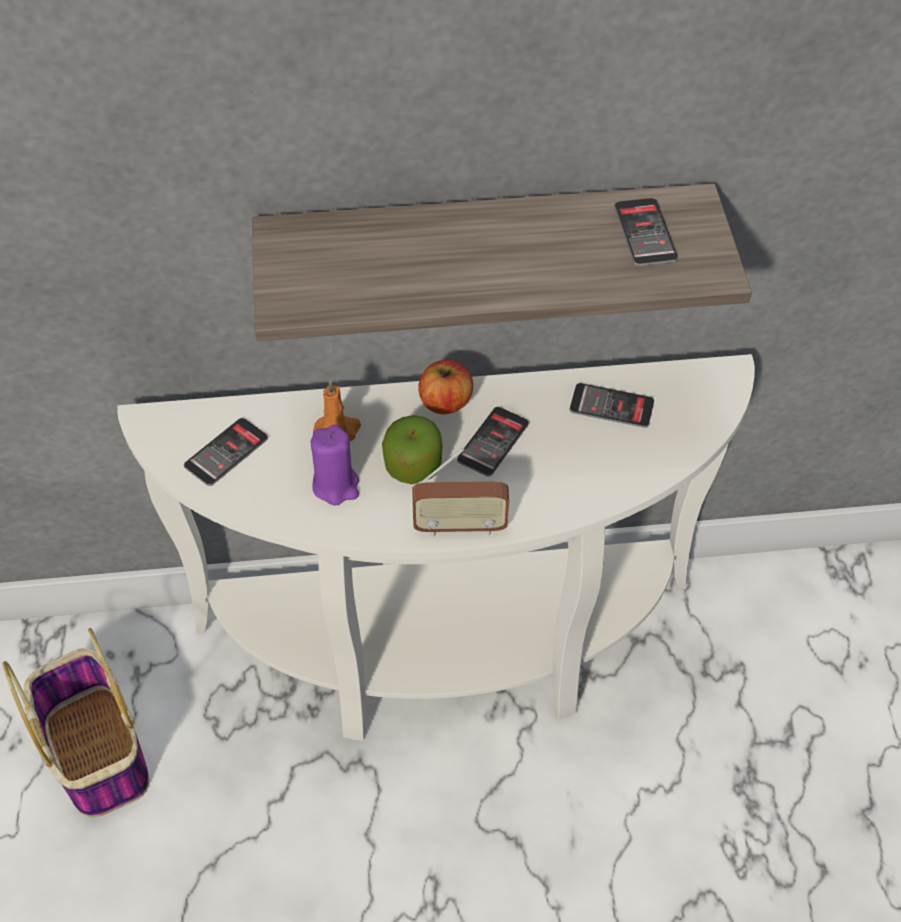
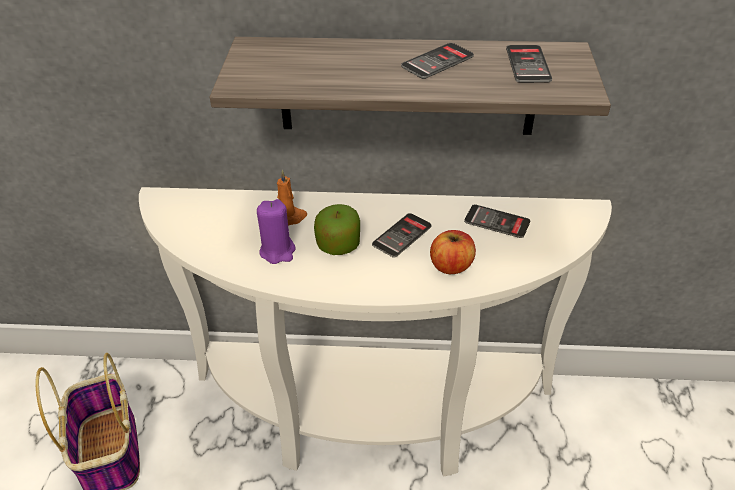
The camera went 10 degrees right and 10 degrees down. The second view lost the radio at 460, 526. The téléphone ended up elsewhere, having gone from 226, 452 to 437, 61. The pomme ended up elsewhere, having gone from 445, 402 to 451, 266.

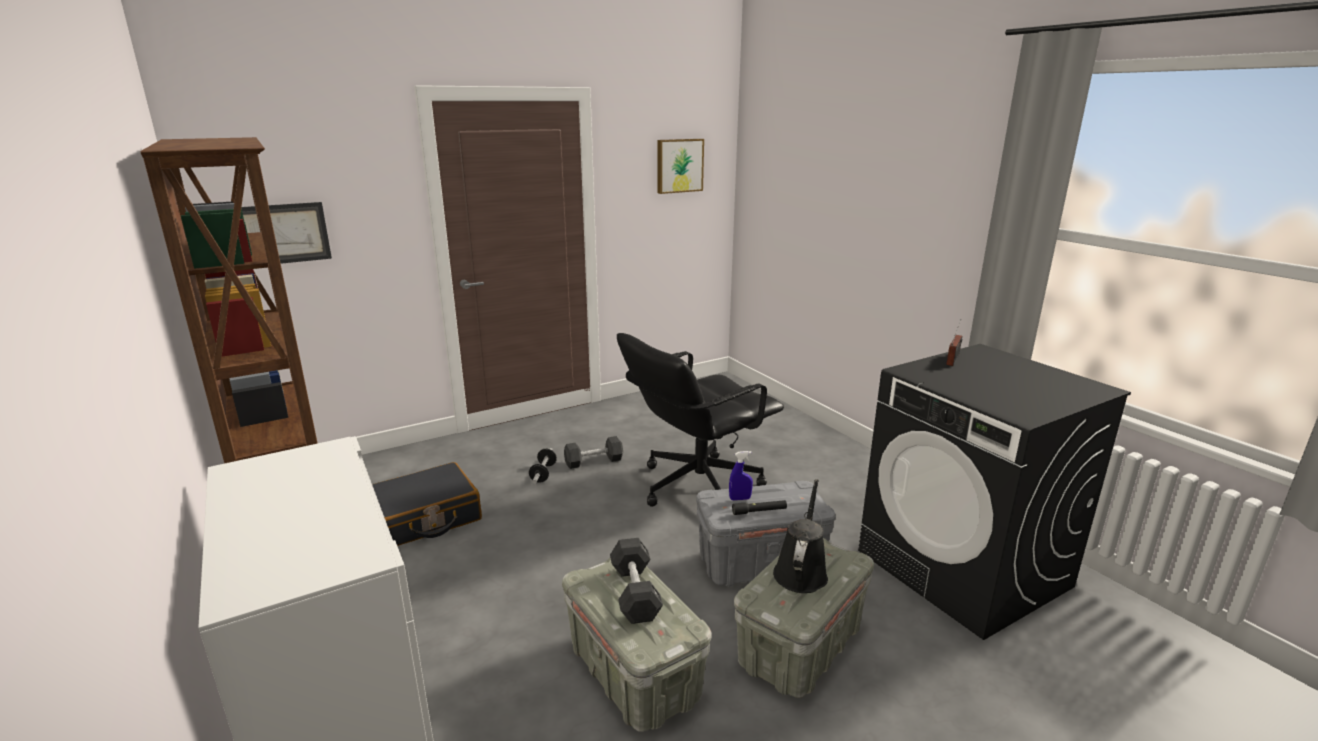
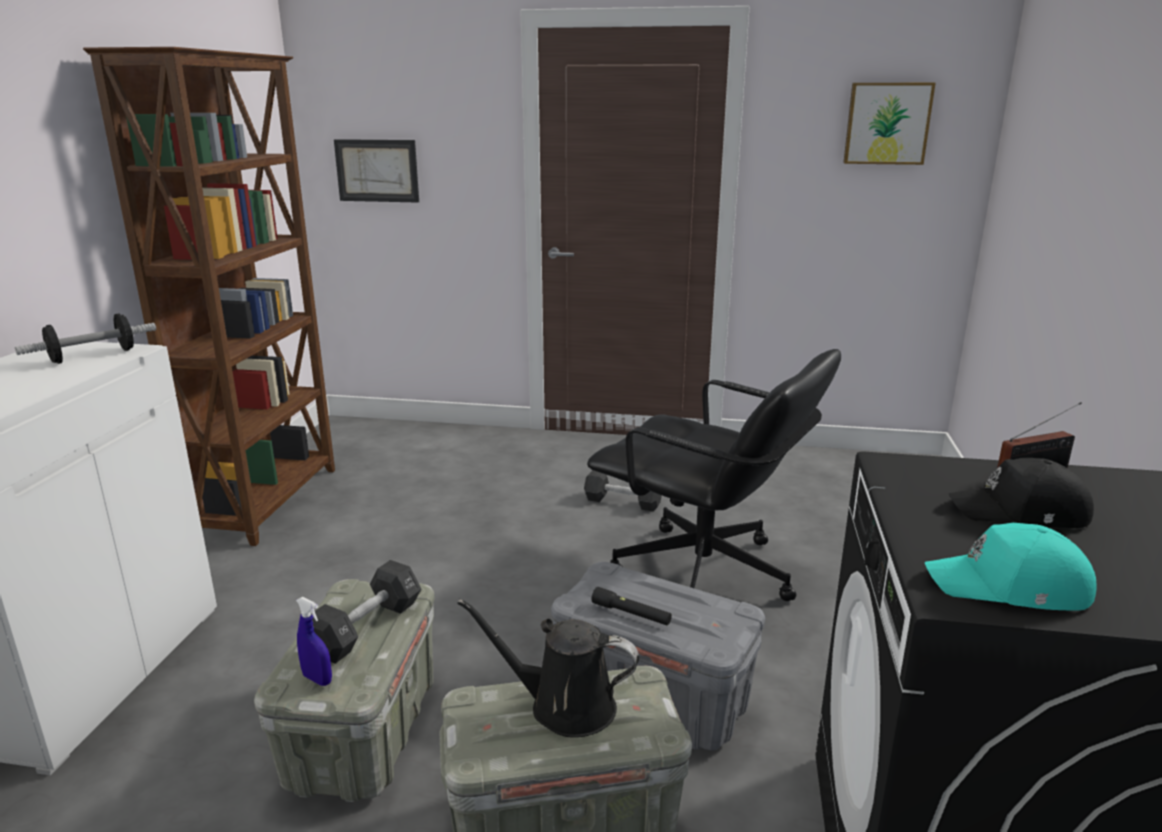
The camera went 40 degrees right and 0 degrees up. The second view lost the valise (noir) at 425, 518. The second view gained the casquette (turquoise) at 1010, 588. The second view gained the casquette (noir) at 1021, 513. The haltère ended up elsewhere, having gone from 543, 473 to 93, 356. The vaporisateur (bleu) ended up elsewhere, having gone from 740, 499 to 317, 679. The chaise de bureau (noir) at 697, 485 ended up facing another way, 150 degrees counterclockwise from before. The arrosoir (noir) at 801, 571 ended up facing another way, 135 degrees counterclockwise from before.

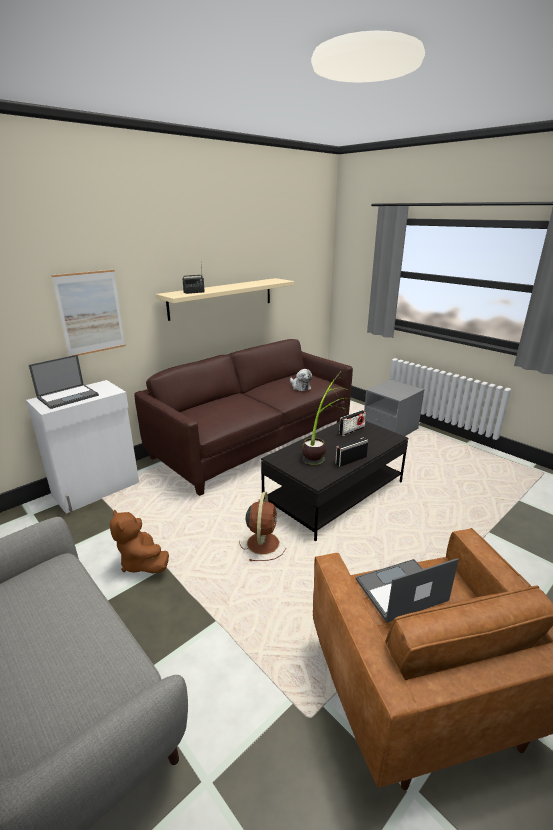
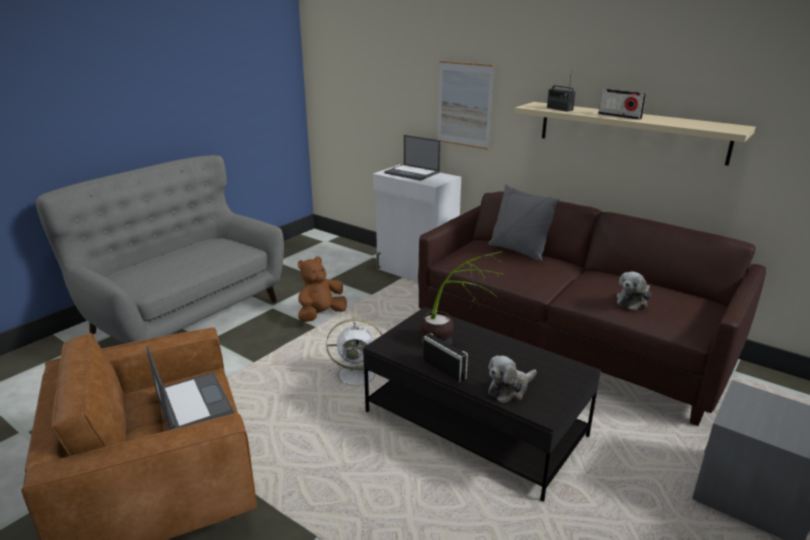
The camera went 80 degrees right and 0 degrees up. The second view gained the coussin (gris) at 518, 251. The second view gained the peluche at 509, 389. The radio ended up elsewhere, having gone from 352, 430 to 619, 116. What was the ventilateur (marron) at 263, 542 turned into the ventilateur (blanc) at 358, 375.

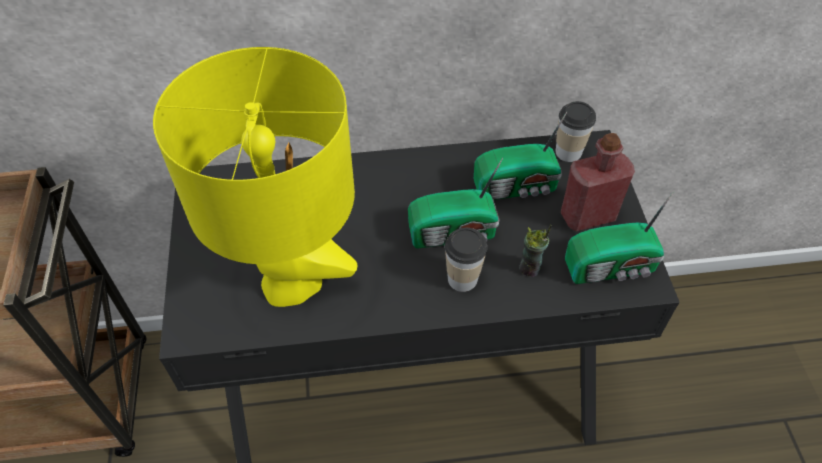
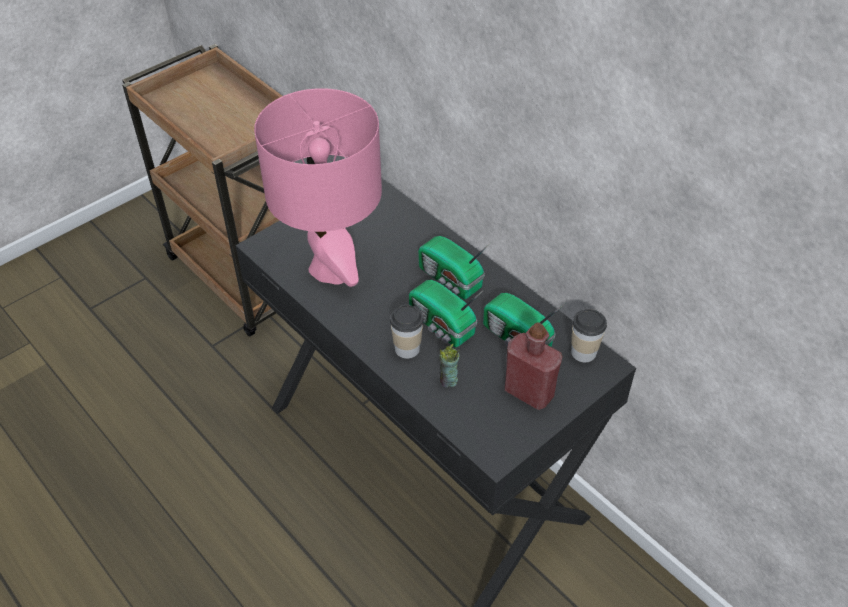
The camera went 55 degrees right and 5 degrees down. The radio ended up elsewhere, having gone from 612, 267 to 450, 280. What was the lampe de table (jaune) at 292, 283 turned into the lampe de table (rose) at 331, 269.

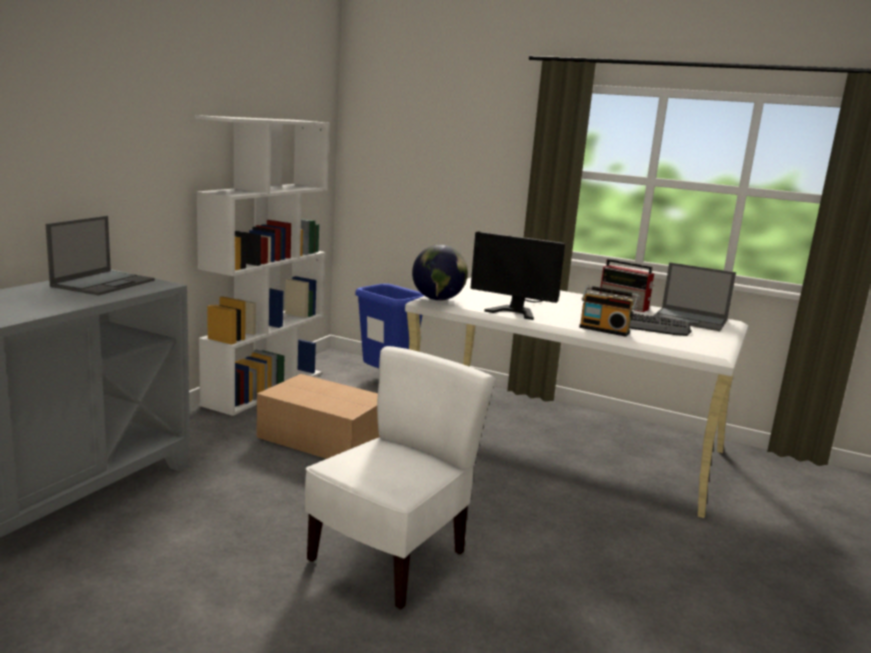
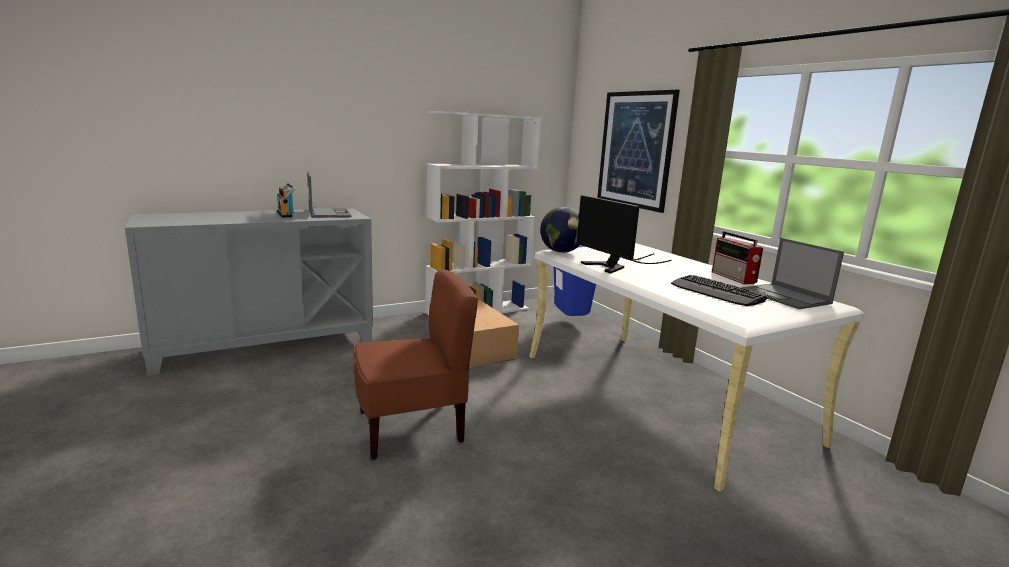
The camera went 35 degrees right and 0 degrees up. The second view gained the tableau at 635, 149. The radio ended up elsewhere, having gone from 605, 330 to 286, 214. What was the chaise (blanc) at 390, 558 turned into the chaise (marron) at 411, 428. The ordinateur portable at 104, 283 ended up facing another way, 75 degrees counterclockwise from before.

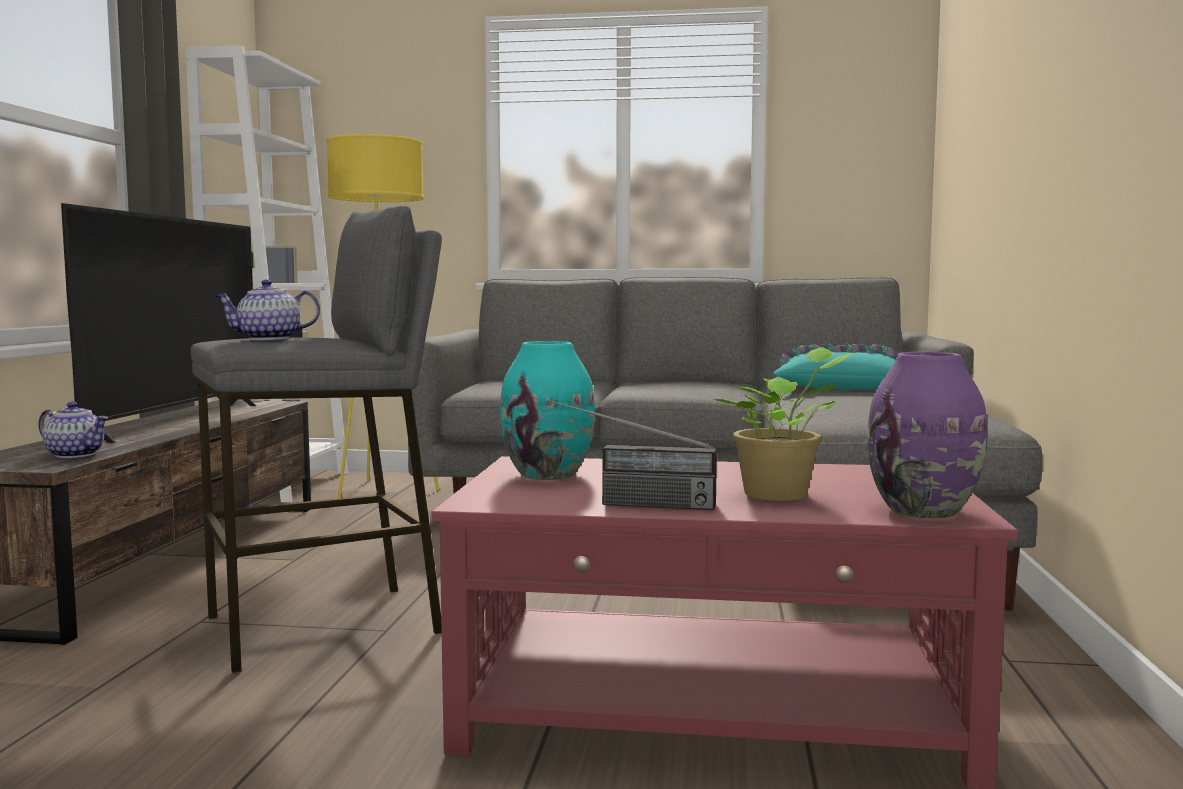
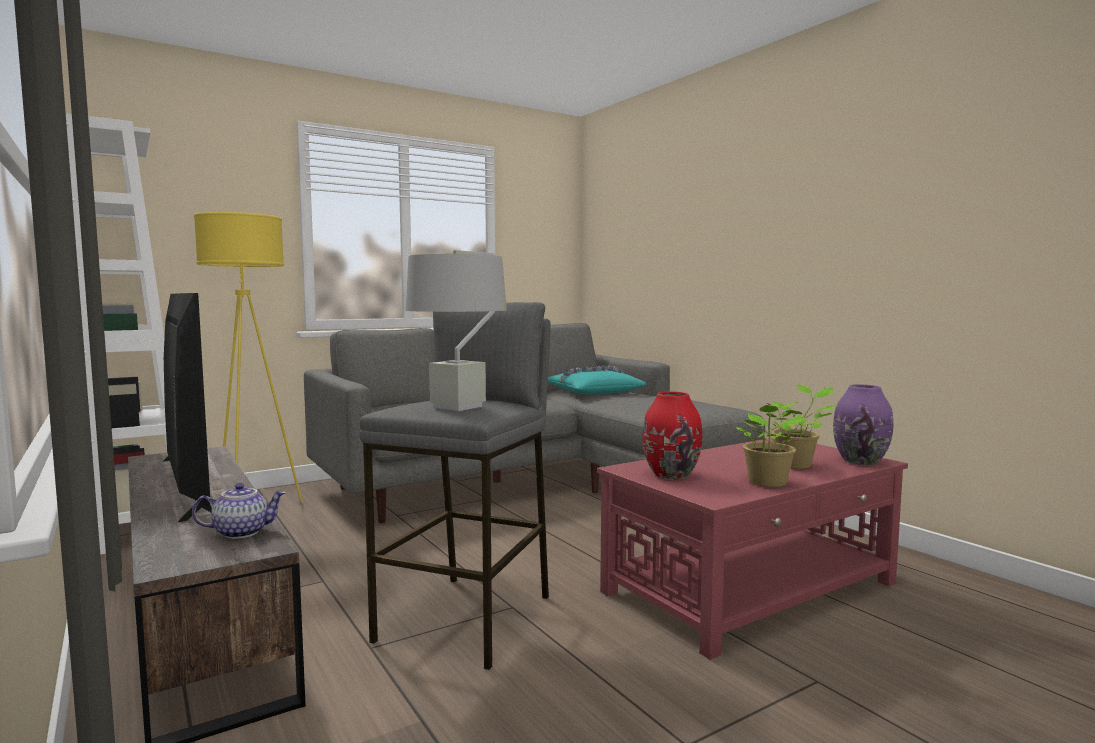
The camera went 40 degrees left and 0 degrees up. Where the théière stood at 268, 339, the lampe de table (gris) came to stand at 458, 407. Where the radio stood at 628, 503, the plante en pot came to stand at 767, 483. What was the vase (turquoise) at 548, 475 turned into the vase (rouge) at 671, 474.

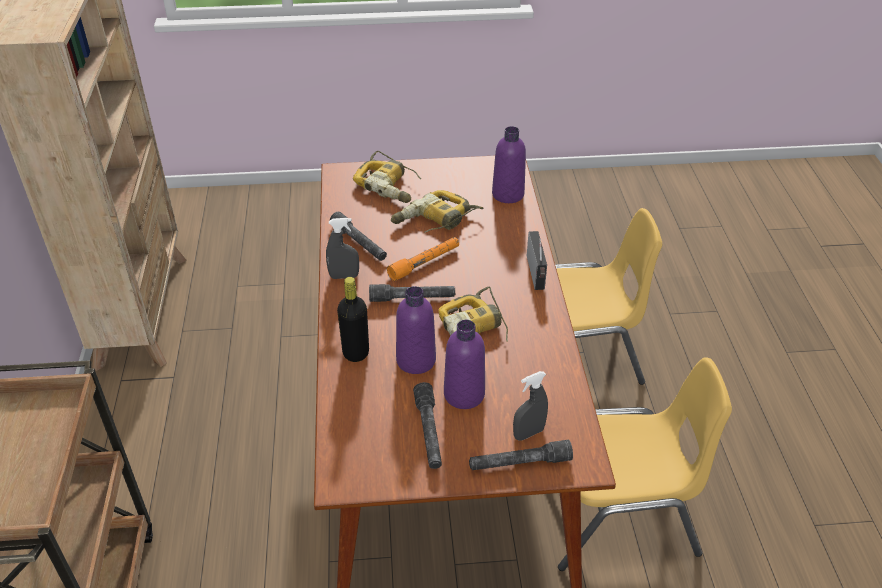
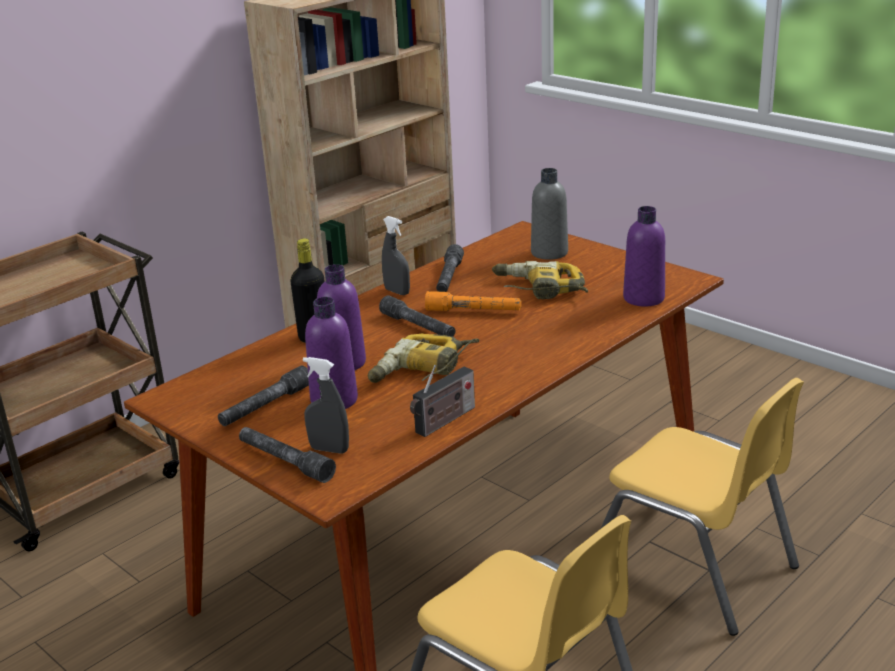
The camera went 50 degrees right and 15 degrees down. The radio ended up elsewhere, having gone from 536, 274 to 443, 422. Where the perceuse stood at 390, 185, the bouteille (gris) came to stand at 549, 253.

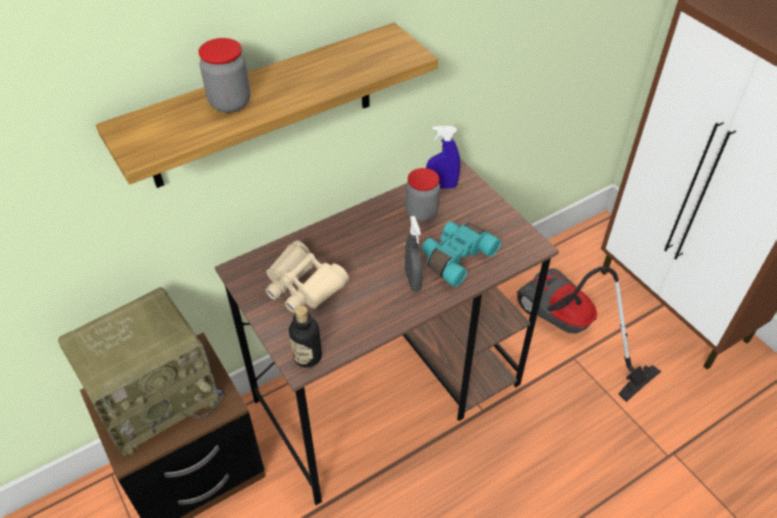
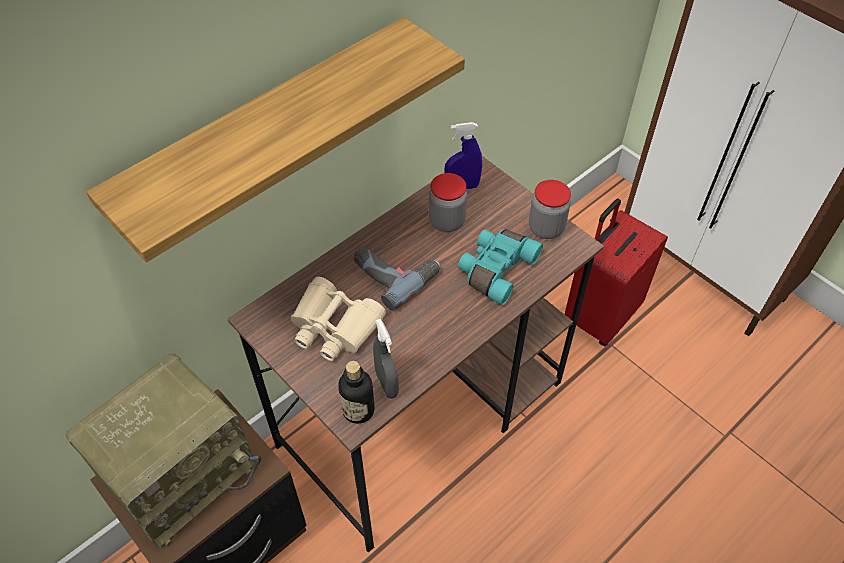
The camera went 10 degrees left and 5 degrees up. The second view gained the perceuse at 394, 273. The bocal ended up elsewhere, having gone from 230, 103 to 546, 228. The vaporisateur (gris) ended up elsewhere, having gone from 413, 281 to 386, 384. Where the aspirateur stood at 568, 331, the valise (rouge) came to stand at 600, 315.

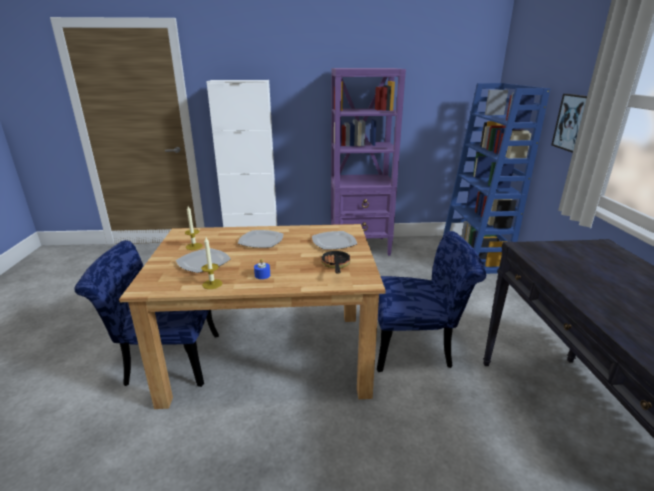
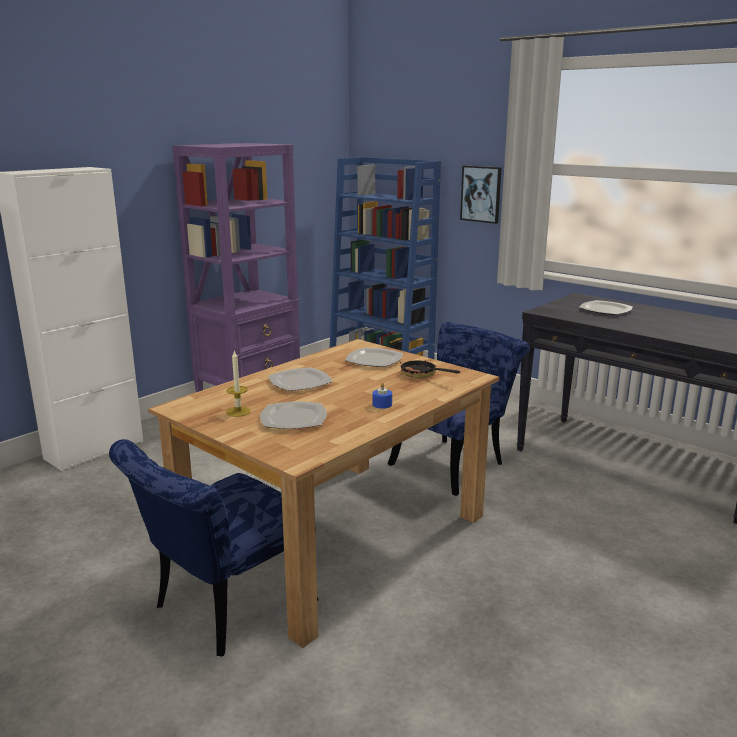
The camera went 45 degrees left and 5 degrees down. The second view lost the bougie at 212, 284. The second view gained the assiette at 605, 310.

